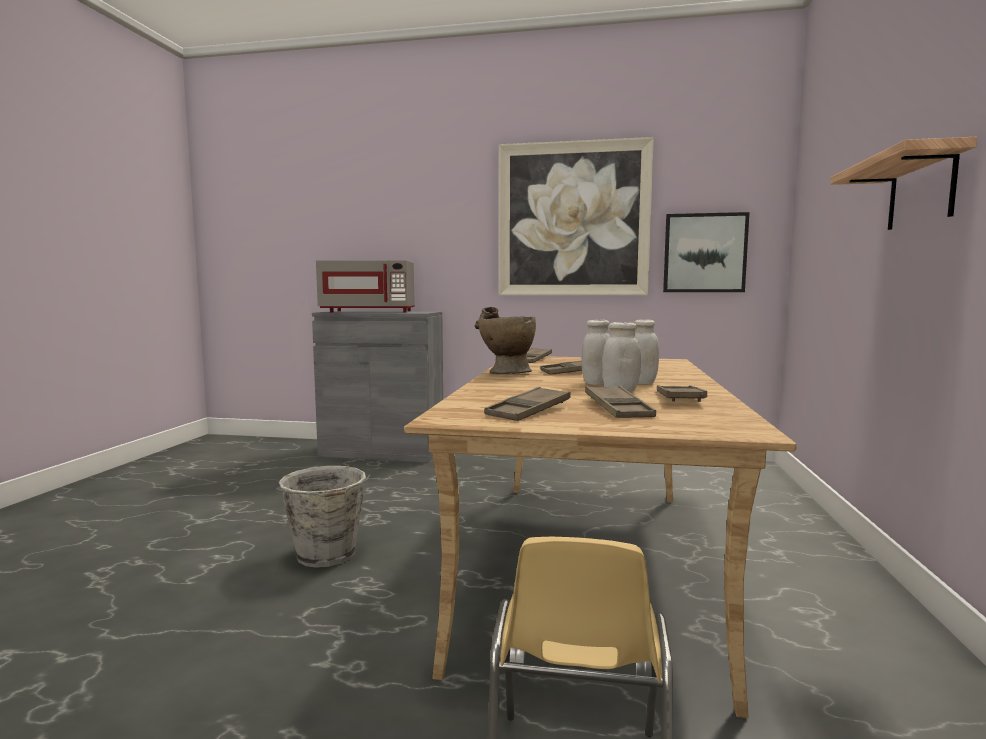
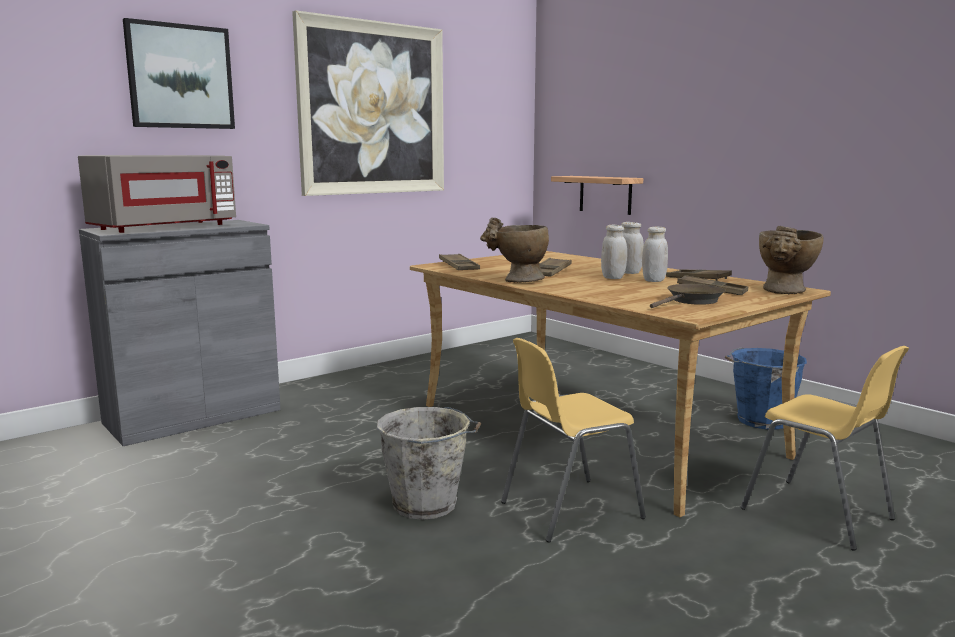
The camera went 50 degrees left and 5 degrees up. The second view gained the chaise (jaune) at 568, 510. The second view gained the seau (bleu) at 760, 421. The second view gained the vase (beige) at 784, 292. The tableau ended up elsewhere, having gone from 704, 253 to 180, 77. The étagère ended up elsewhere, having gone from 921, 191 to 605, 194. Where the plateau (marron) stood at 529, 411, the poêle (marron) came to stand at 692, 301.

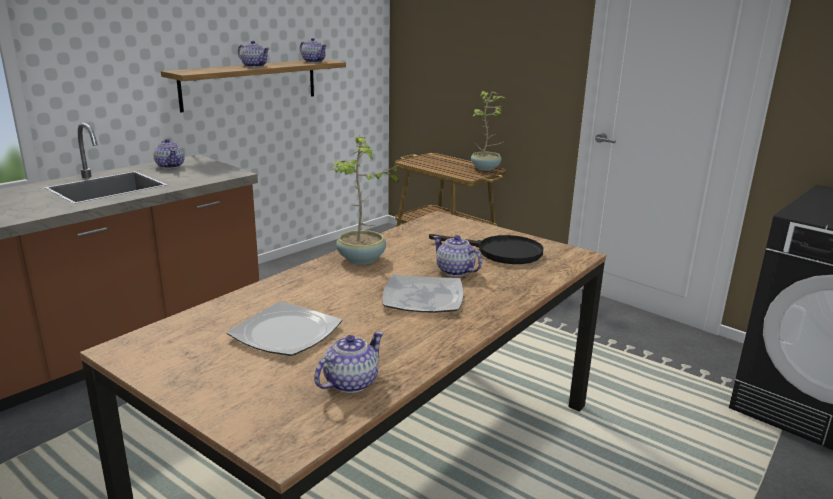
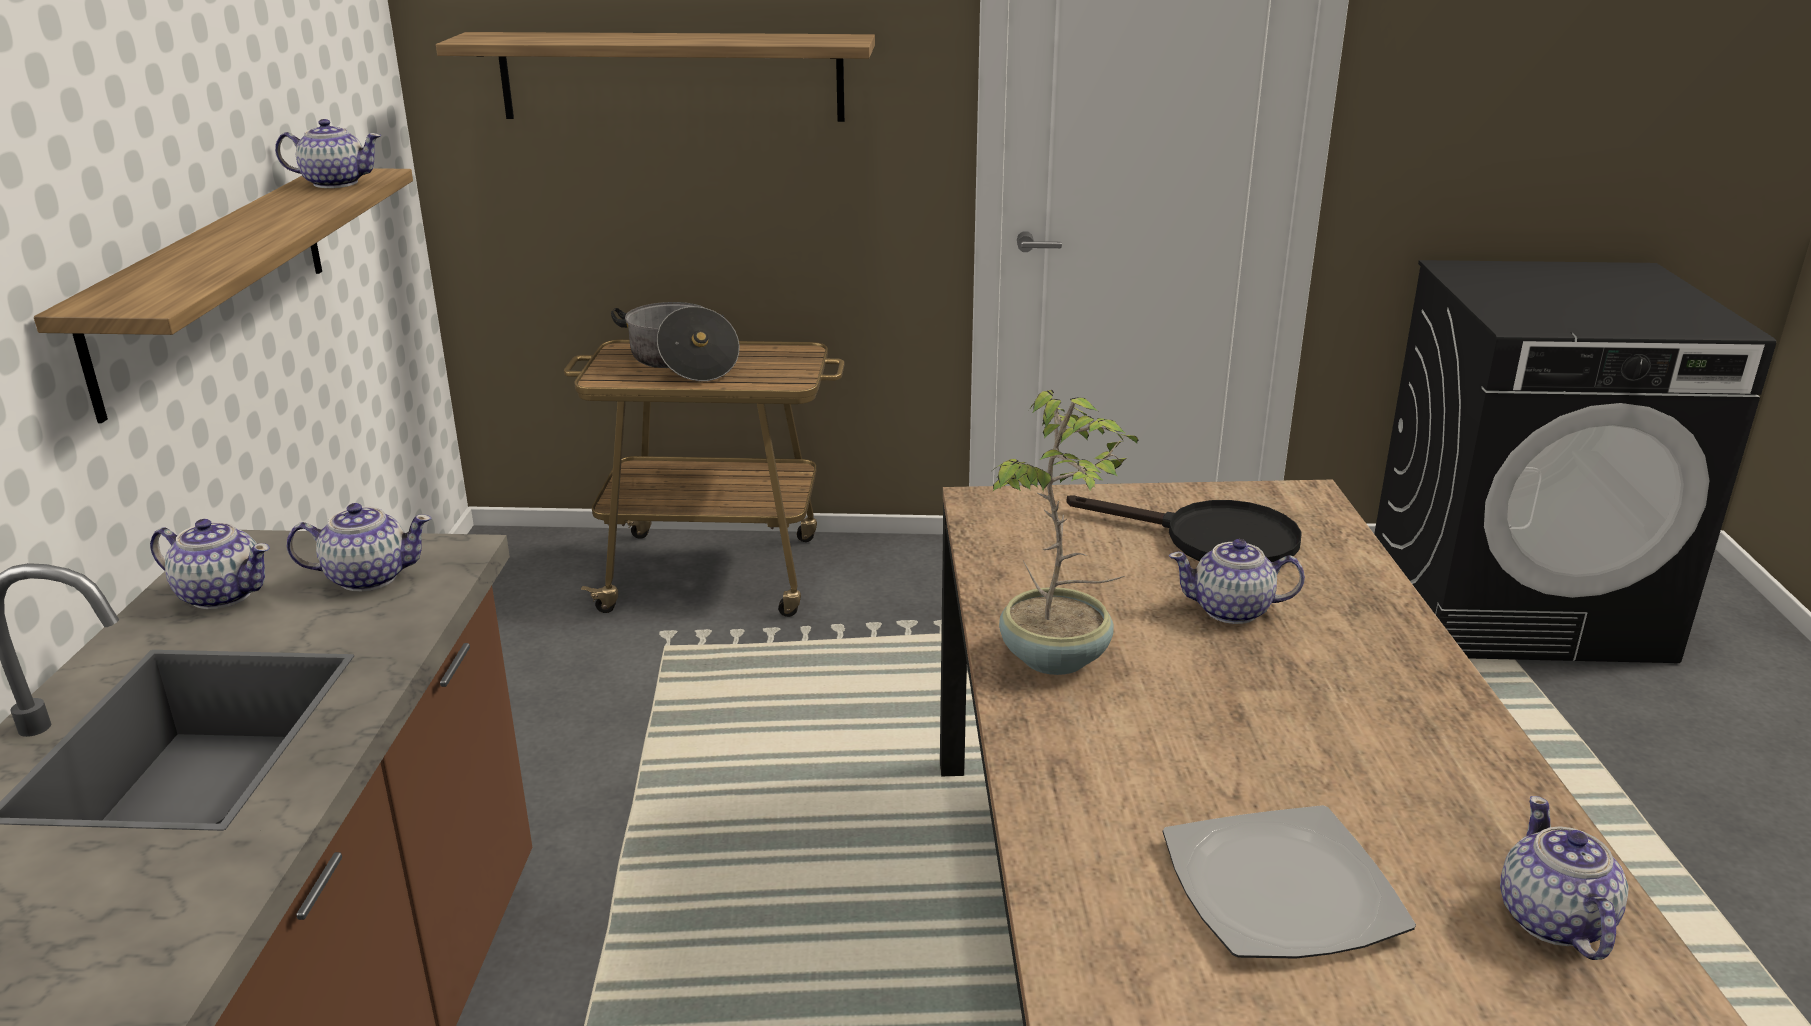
The camera went 40 degrees left and 5 degrees up. The second view lost the assiette at 422, 297. The second view lost the plante en pot at 486, 168. The second view gained the étagère at 672, 77. The second view gained the marmite at 680, 362. The théière ended up elsewhere, having gone from 254, 66 to 367, 577. The poêle (noir) at 500, 253 ended up facing another way, 45 degrees clockwise from before.

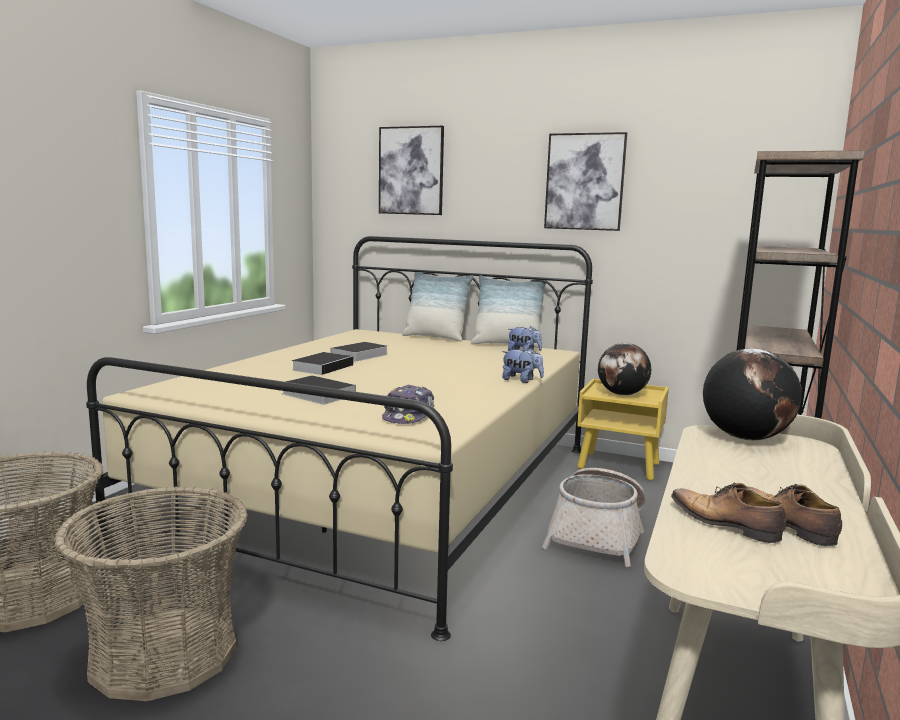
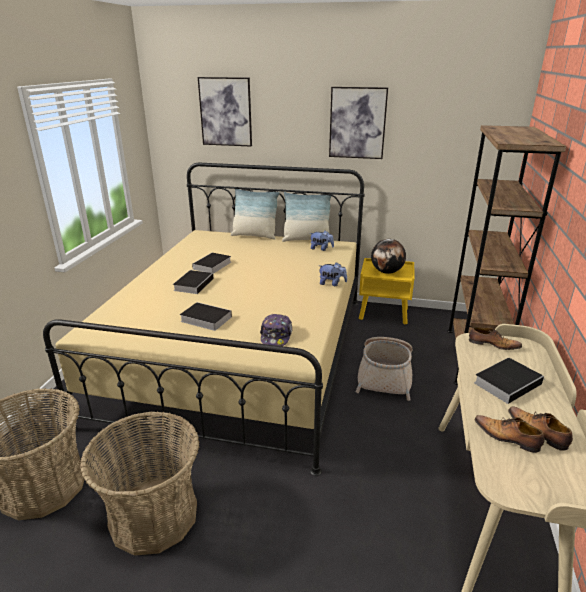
The camera went 10 degrees left and 15 degrees up. The second view gained the livre at 508, 382. Where the globe stood at 745, 438, the chaussure came to stand at 492, 344.

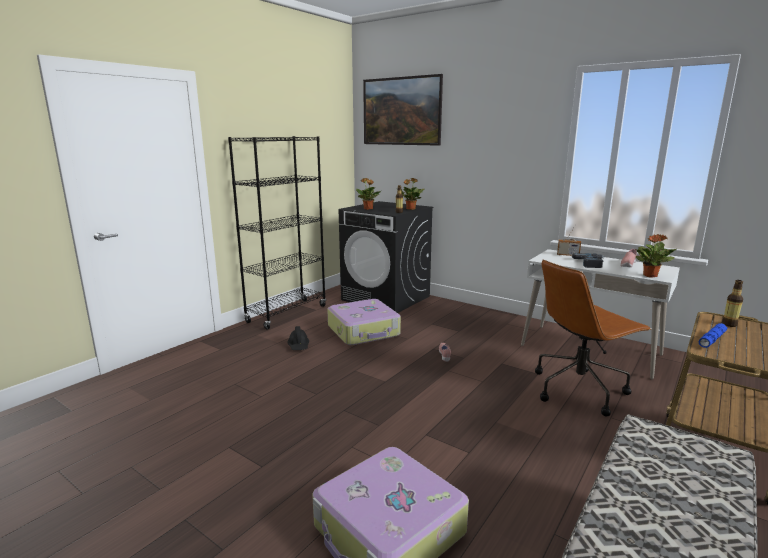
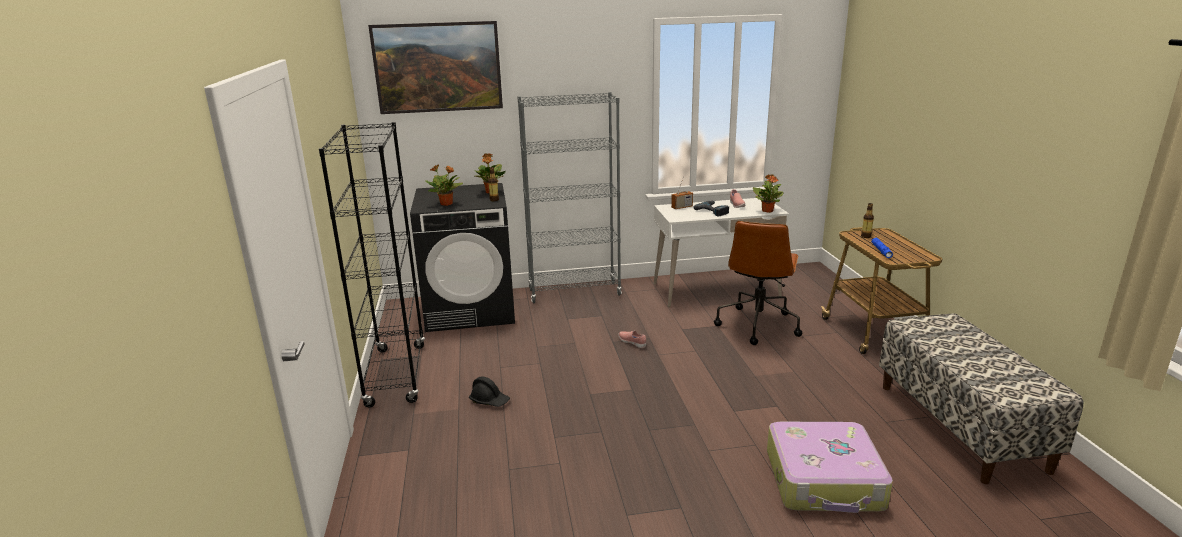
The camera went 45 degrees left and 5 degrees up. The second view lost the valise at 364, 331. The second view gained the bibliothèque (gris) at 574, 292.

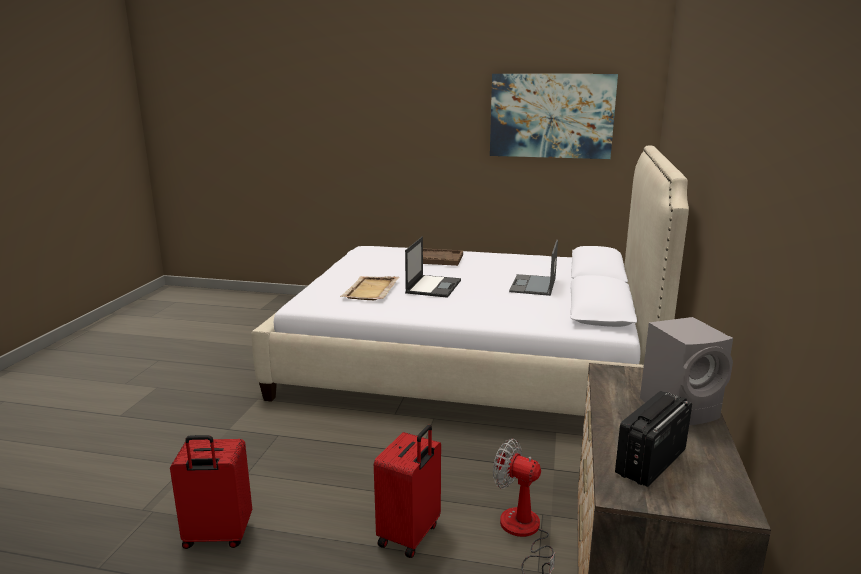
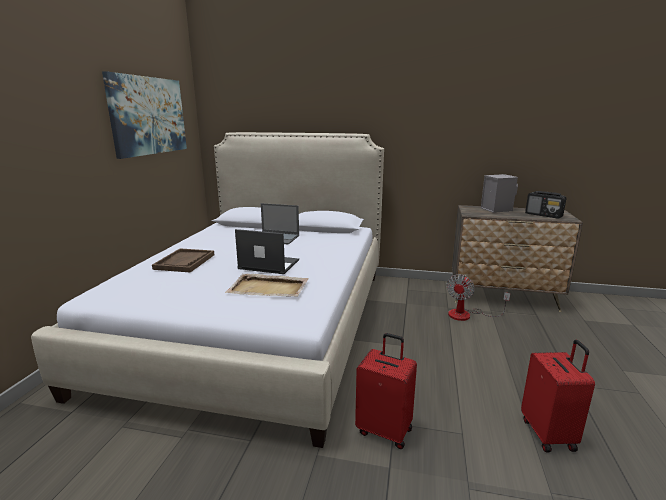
The camera went 90 degrees left and 0 degrees up. The valise (rouge) ended up elsewhere, having gone from 410, 535 to 385, 430.

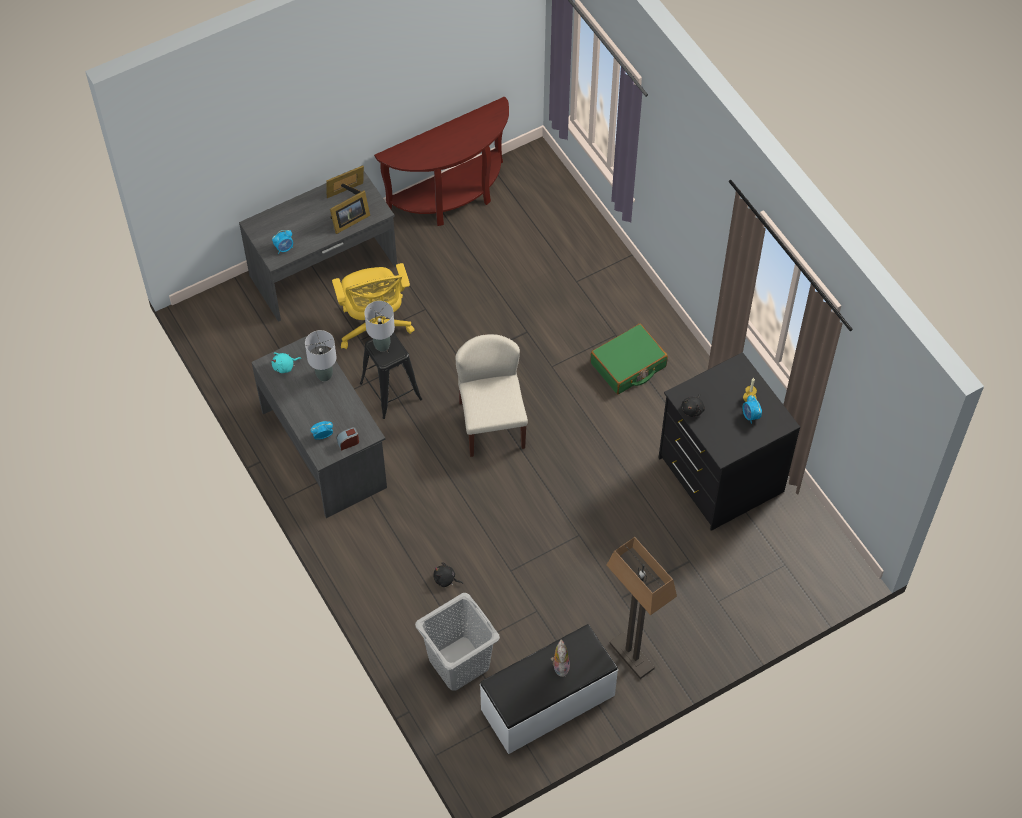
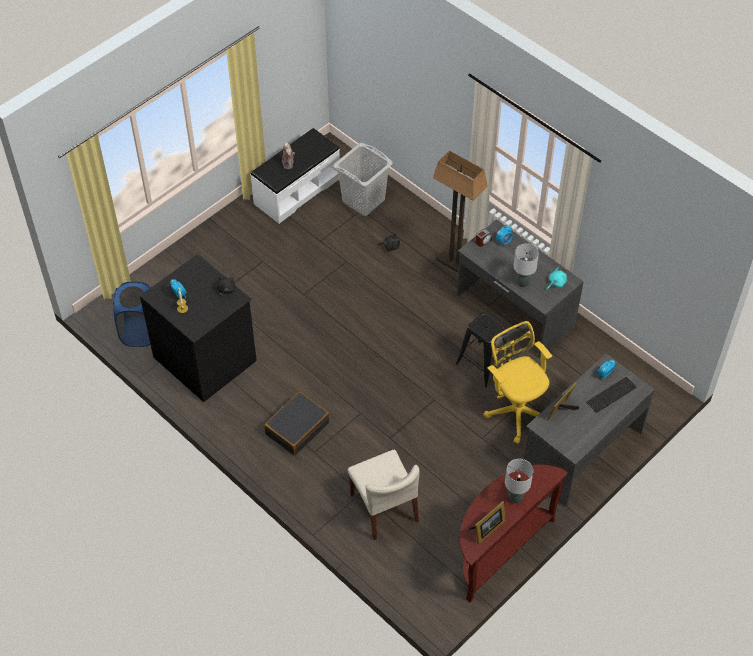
The camera went 165 degrees right and 5 degrees down. The second view gained the panier à linge (bleu) at 139, 332. The second view gained the clavier at 611, 395. The cadre photo ended up elsewhere, having gone from 348, 193 to 487, 530. The lampe de table (gris) ended up elsewhere, having gone from 381, 346 to 515, 497. The chaise (beige) ended up elsewhere, having gone from 491, 424 to 384, 508. The lampadaire ended up elsewhere, having gone from 631, 656 to 454, 264. What was the valise (vert) at 628, 365 turned into the valise (noir) at 297, 428.

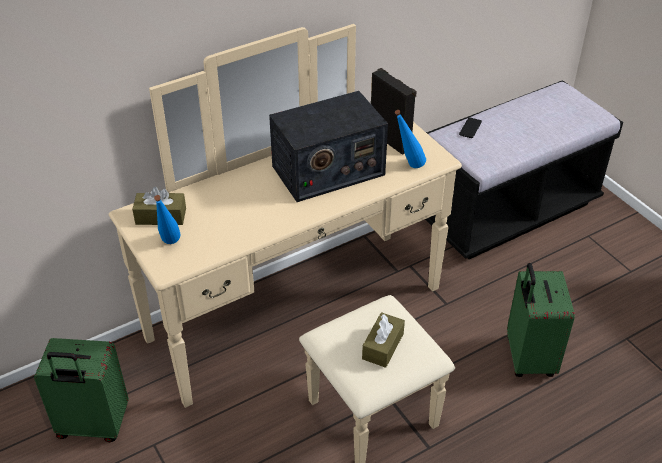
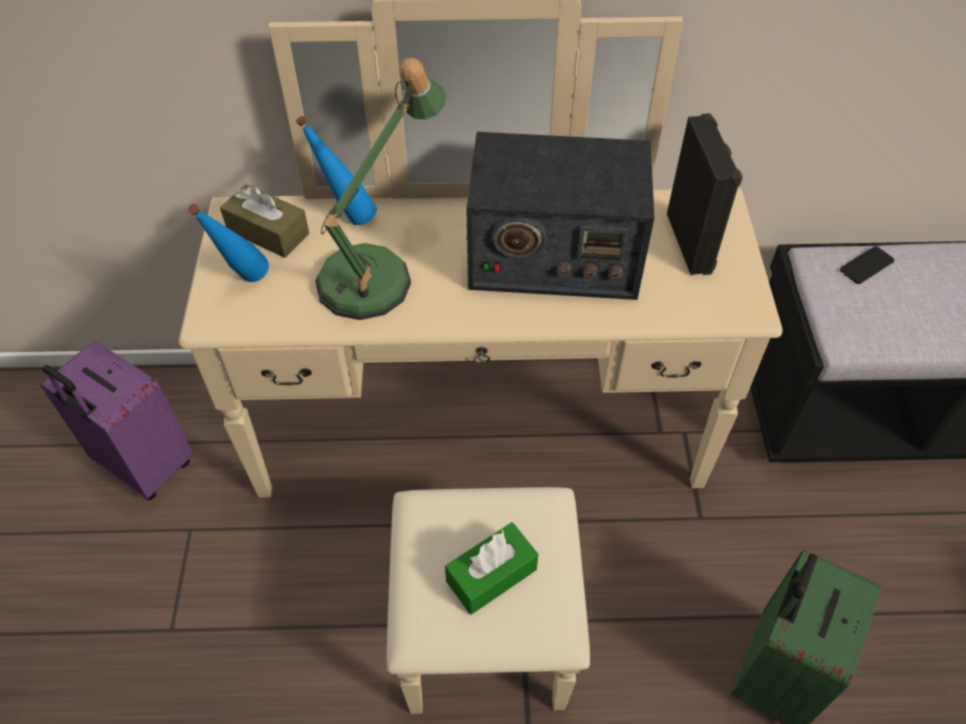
The camera went 30 degrees right and 10 degrees up. The second view gained the lampe de table at 376, 273. The bouteille (bleu) ended up elsewhere, having gone from 408, 166 to 346, 217. What was the valise (vert) at 93, 425 turned into the valise (violet) at 143, 466. What was the boîte à mouchoirs (marron) at 383, 346 turned into the boîte à mouchoirs (vert) at 491, 575.

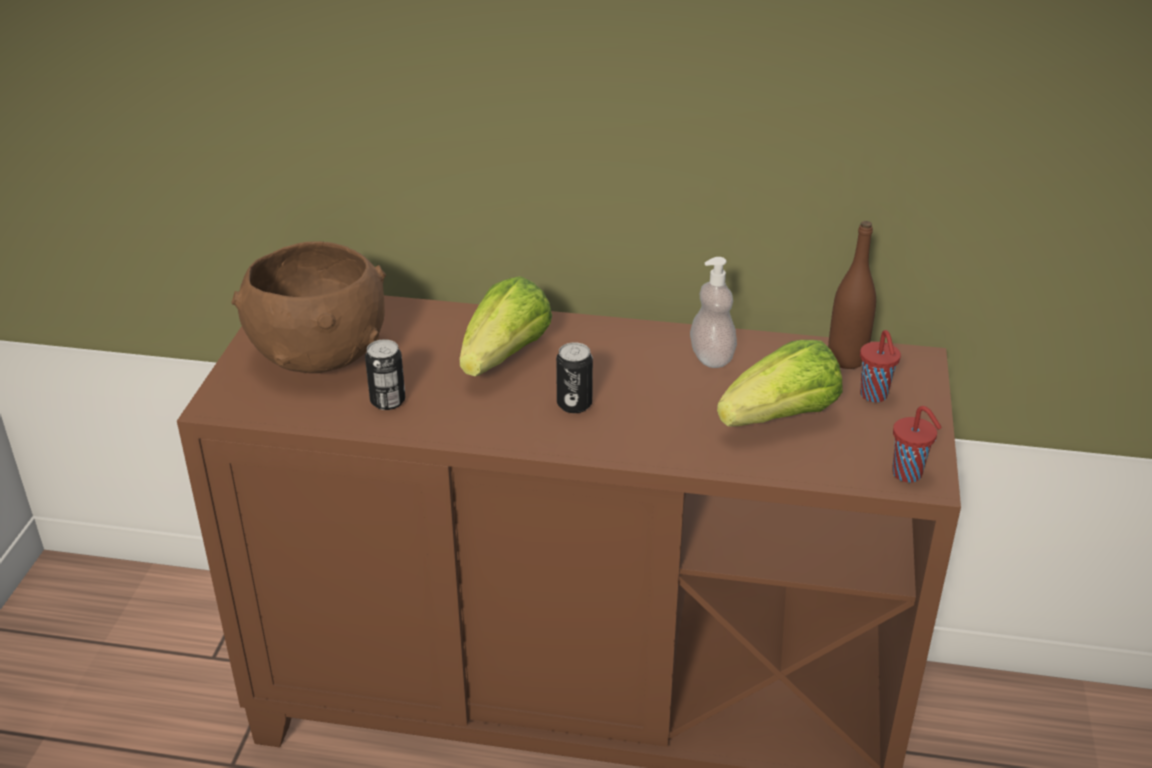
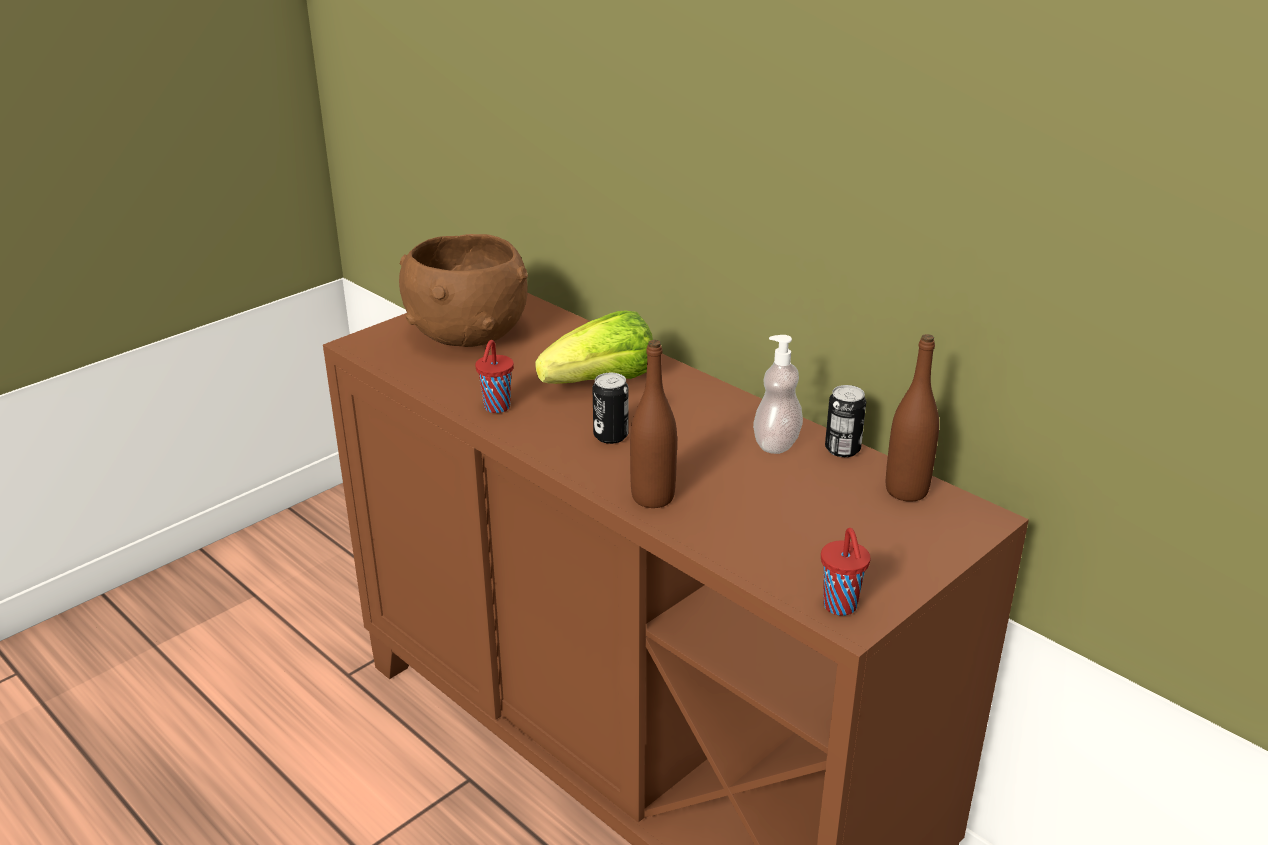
The camera went 35 degrees right and 5 degrees down. The second view lost the laitue at 781, 417. The second view gained the bouteille (marron) at 653, 497. The boîte métallique ended up elsewhere, having gone from 388, 401 to 842, 449. The tasse (rouge) ended up elsewhere, having gone from 874, 396 to 496, 408.

